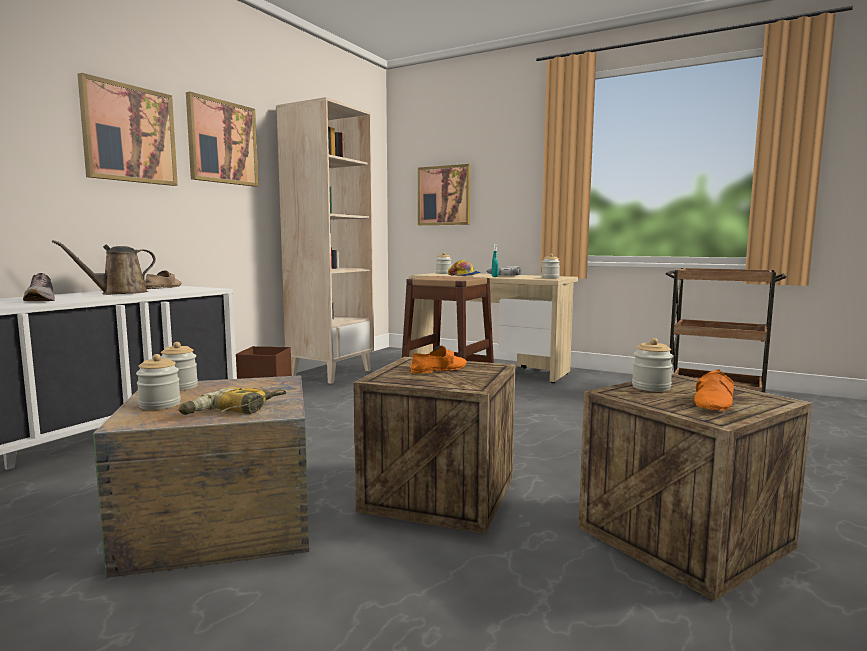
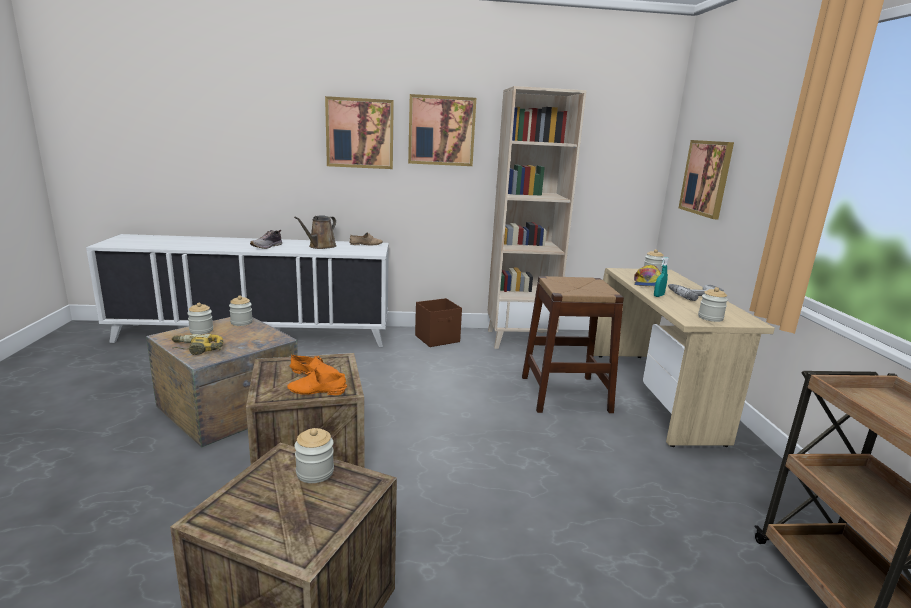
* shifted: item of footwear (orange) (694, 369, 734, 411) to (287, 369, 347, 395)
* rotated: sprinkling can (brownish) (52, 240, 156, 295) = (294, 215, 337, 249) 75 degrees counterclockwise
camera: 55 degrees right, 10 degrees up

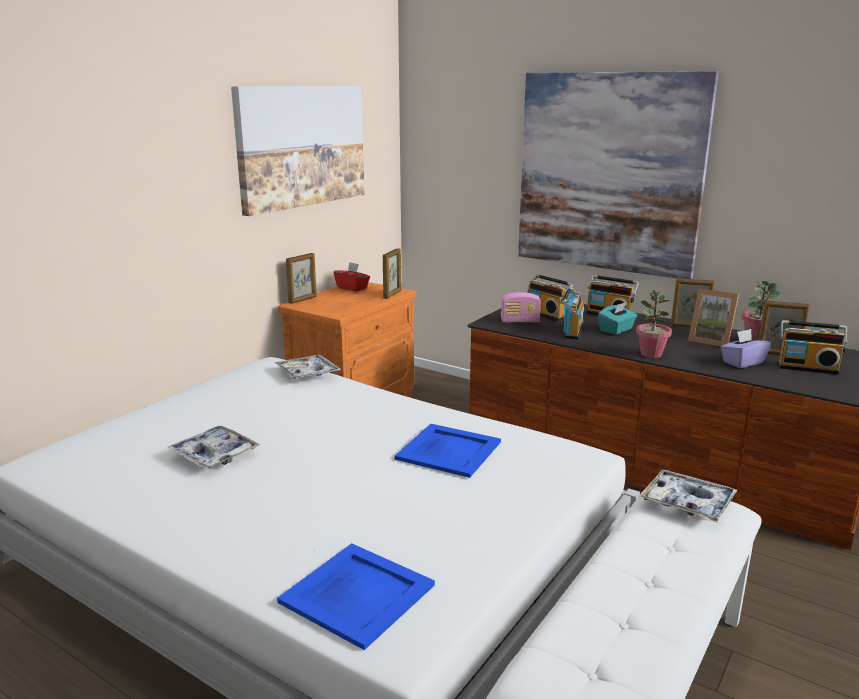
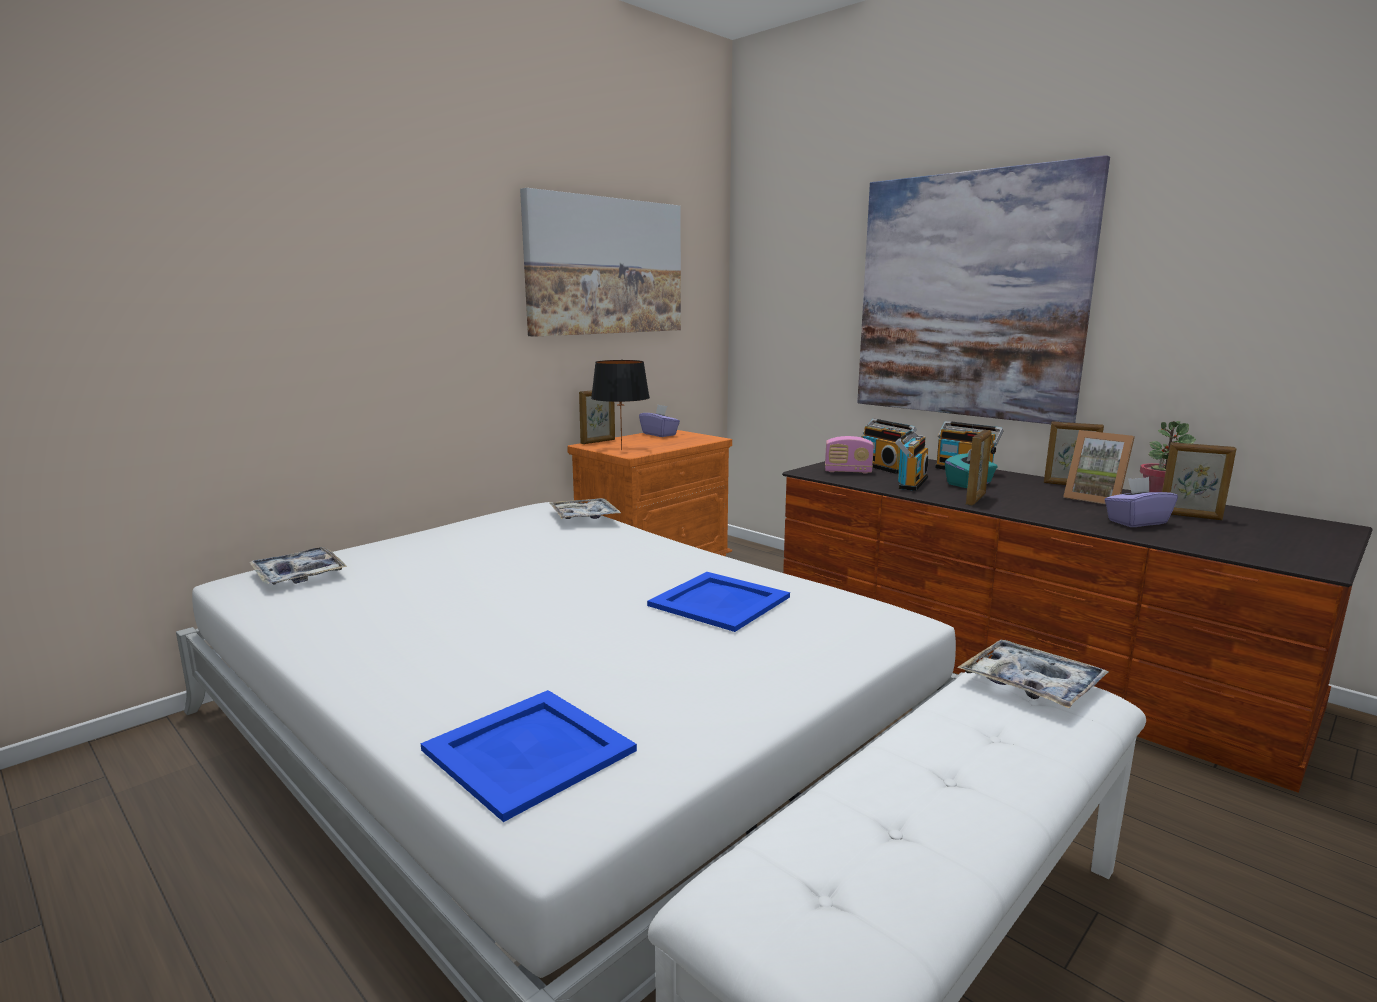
* gone: potted plant (636, 290, 672, 358)
* gone: radio receiver (778, 320, 848, 375)
* new: lamp for a table (black) (591, 360, 650, 450)
* shifted: serving tray (168, 426, 260, 469) to (249, 547, 347, 585)
* shifted: standing frame (383, 248, 401, 299) to (966, 430, 992, 505)
* repainted: tissue box (red) (334, 262, 370, 292) to tissue box (purplish) (639, 405, 680, 437)
camera: 10 degrees right, 5 degrees down

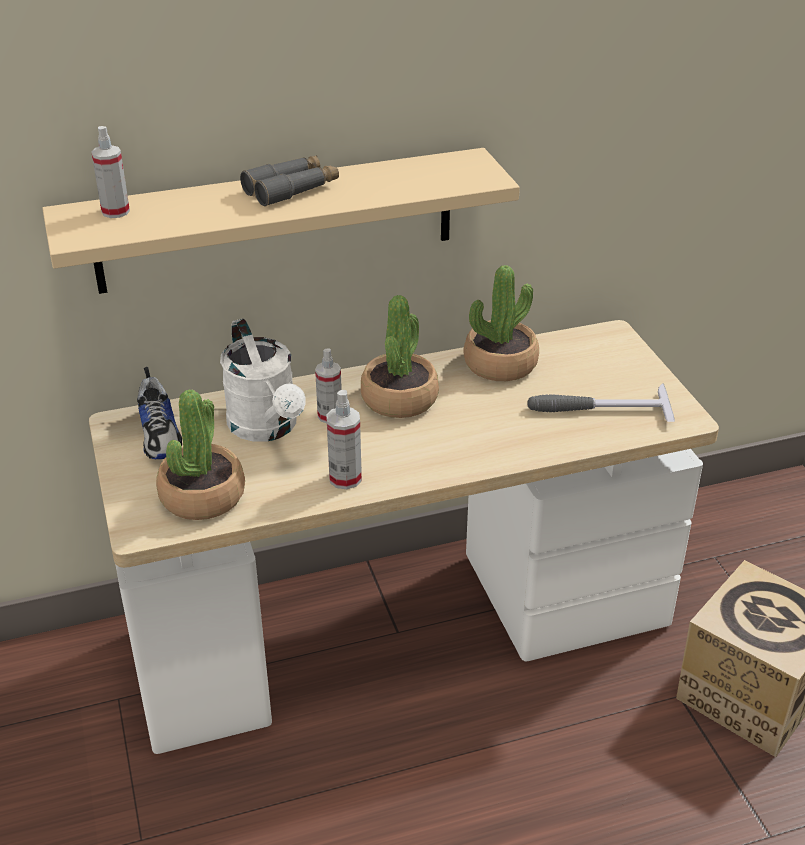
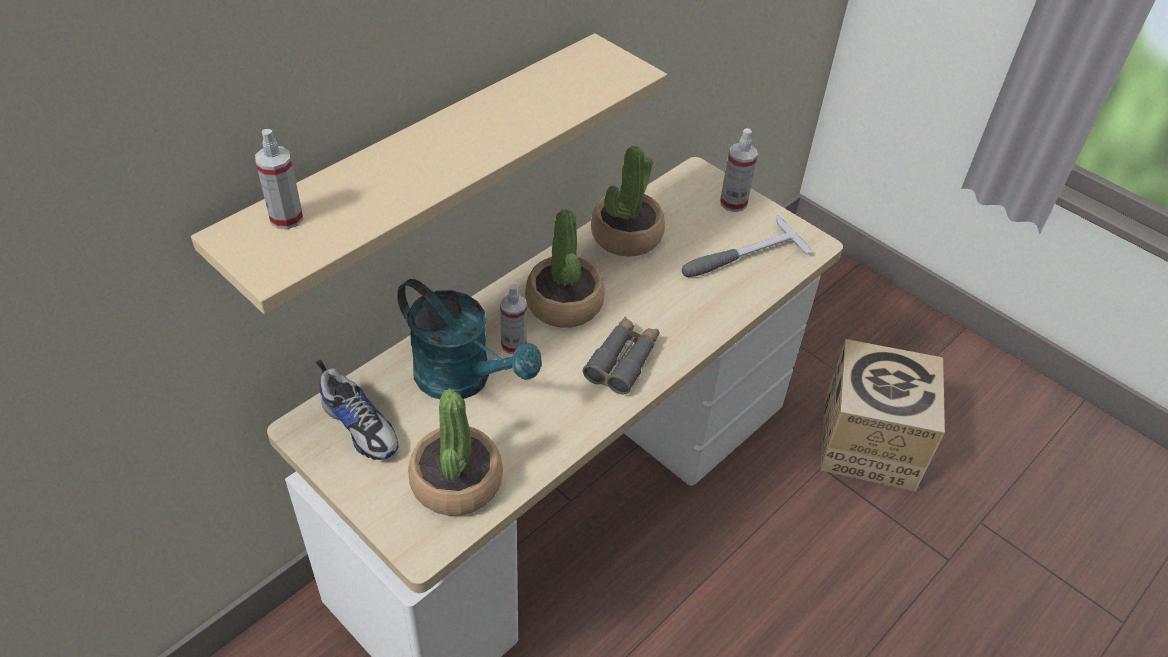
* shifted: binoculars (grey) (240, 155, 339, 207) to (583, 317, 659, 395)
* shifted: sprayer (326, 390, 362, 489) to (720, 128, 758, 212)
* repainted: sprinkling can (white) (220, 319, 306, 442) to sprinkling can (turquoise-coloured) (397, 279, 542, 399)
camera: 30 degrees left, 10 degrees up

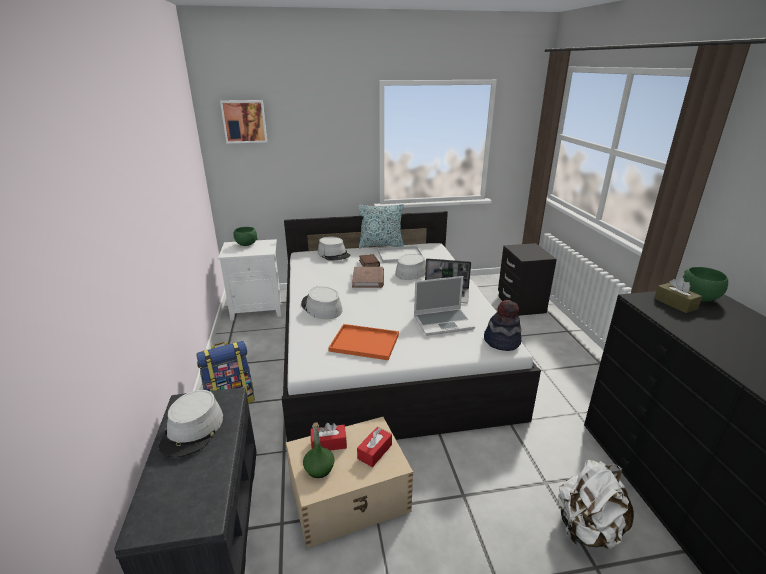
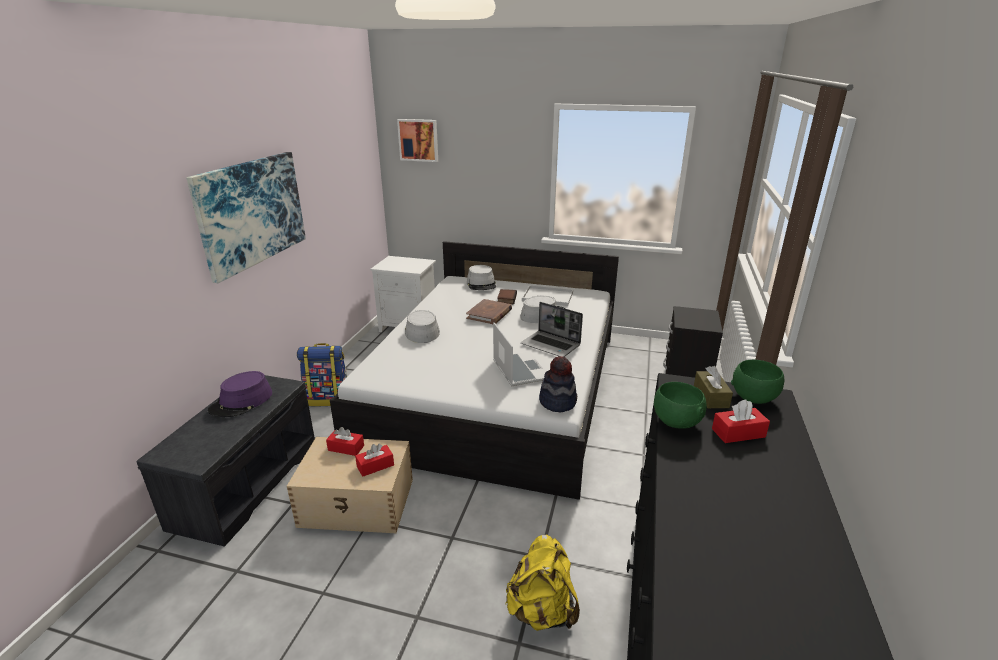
* gone: beverage bottle (green) (303, 422, 334, 478)
* gone: serving tray (orange) (328, 324, 399, 360)
* gone: cushion (358, 204, 404, 248)
* new: wall art (186, 152, 306, 283)
* new: tissue box (red) (712, 400, 770, 443)
* shifted: deep dish (green) (234, 227, 258, 246) to (654, 382, 707, 429)
* repainted: wearable hat (grey) (159, 390, 223, 457) to wearable hat (purplish) (208, 371, 272, 417)
* repainted: knapsack (white) (558, 460, 634, 549) to knapsack (yellow-coloured) (505, 535, 580, 631)
* rotated: laptop (414, 276, 475, 336) = (493, 322, 547, 386) 120 degrees counterclockwise
camera: 25 degrees right, 0 degrees up

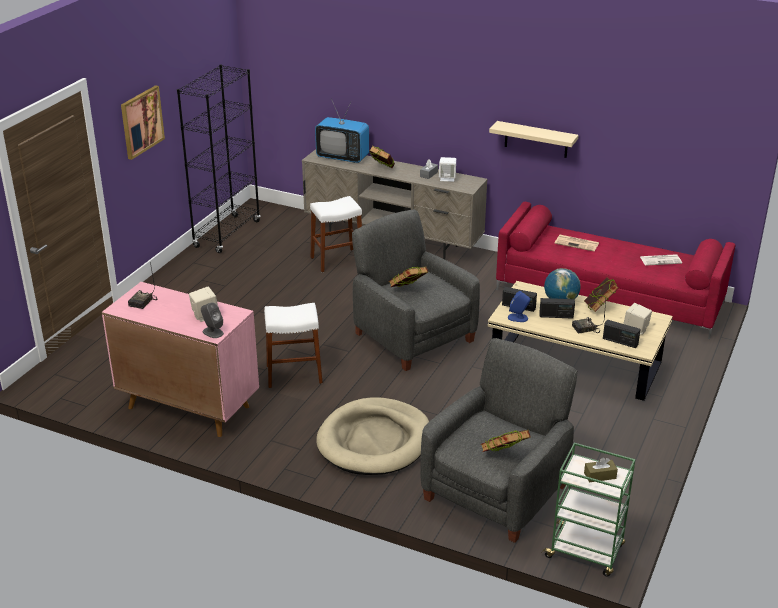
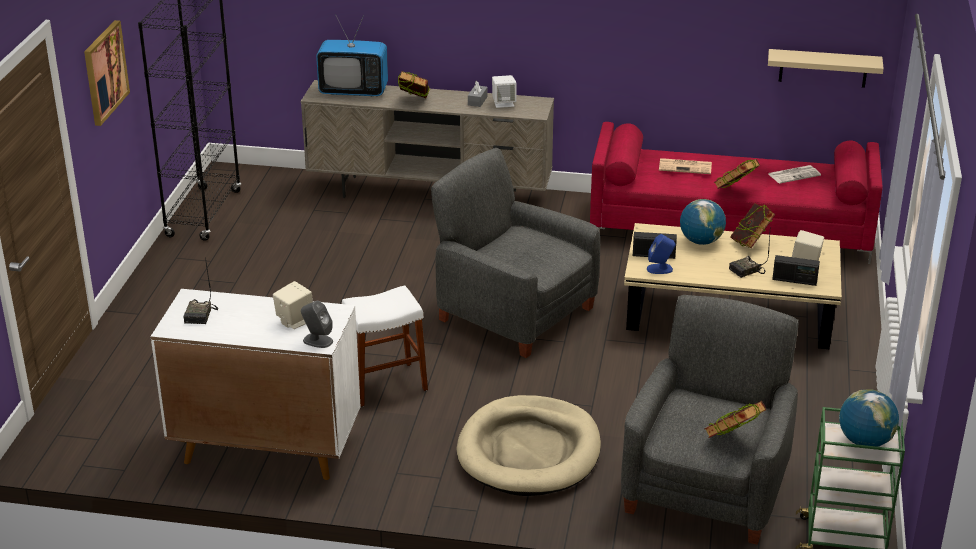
* gone: stool (white) (310, 196, 362, 272)
* gone: radio receiver (539, 298, 575, 319)
* shifted: book (389, 267, 428, 287) to (714, 159, 760, 189)
* shifted: shelf (sand-coloured) (489, 121, 578, 158) to (768, 49, 884, 88)
* swapped: tissue box (brownish) (584, 457, 618, 482) to globe (839, 389, 899, 447)
* repainted: cabinet (pinkish) (102, 282, 259, 437) to cabinet (white) (151, 289, 361, 480)
camera: 15 degrees left, 0 degrees up

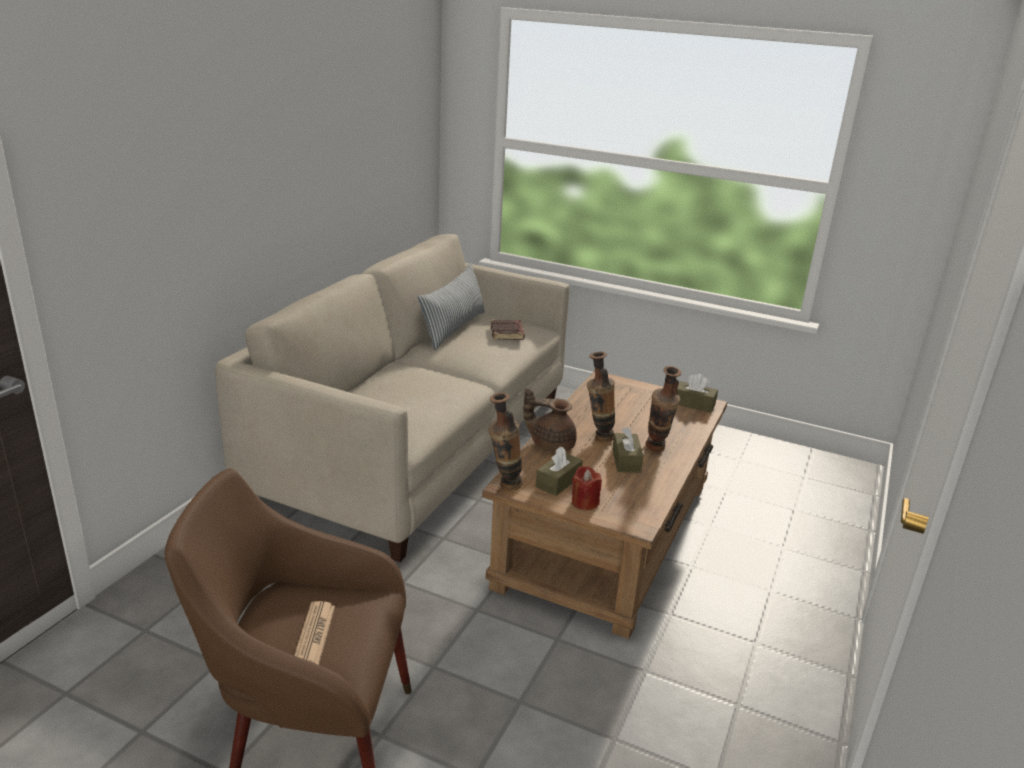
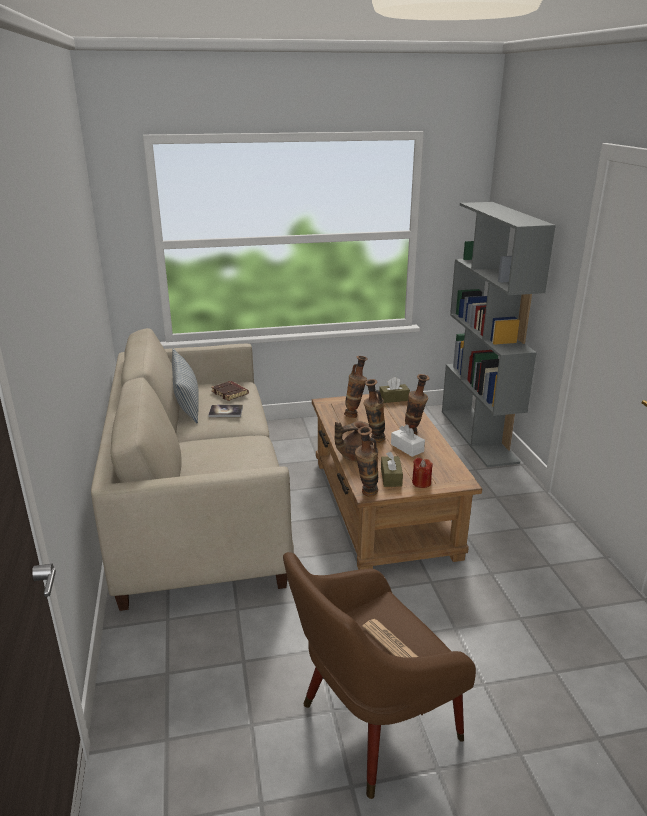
* new: book (208, 405, 243, 417)
* new: vase (344, 356, 368, 418)
* new: bookshelf (grey) (442, 202, 556, 467)
* repainted: tissue box (brownish) (612, 427, 643, 473) to tissue box (white) (391, 424, 425, 457)
camera: 35 degrees left, 0 degrees up

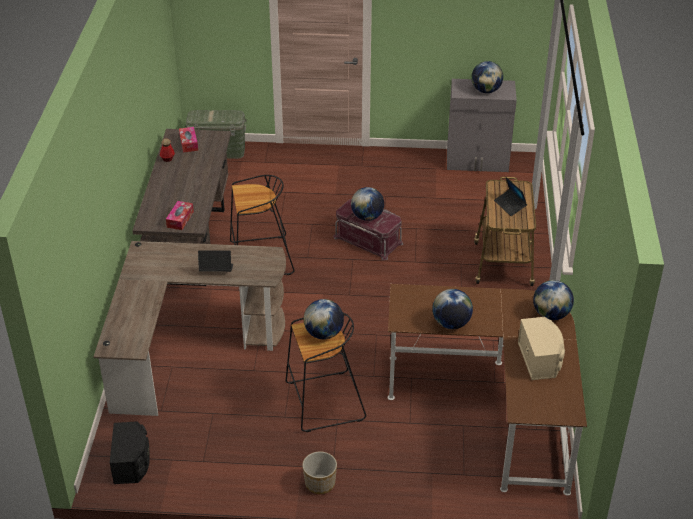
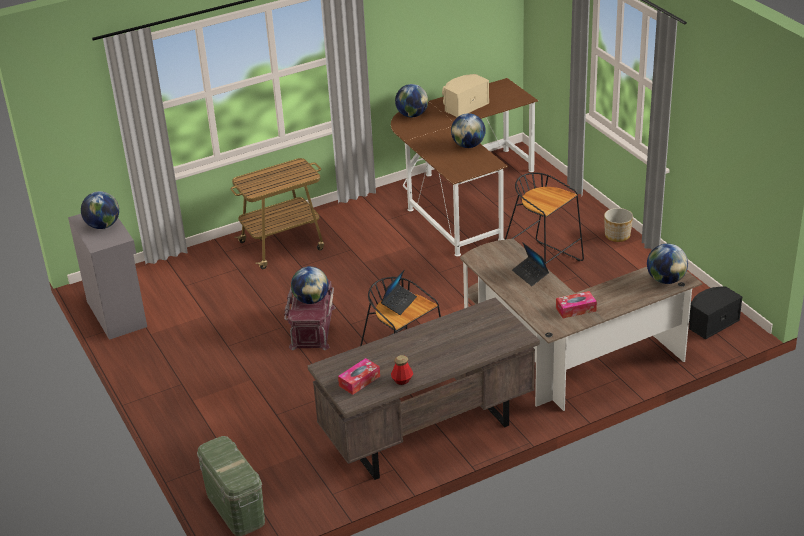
* shifted: tissue box (166, 201, 194, 230) to (556, 291, 597, 318)
* shifted: globe (304, 299, 344, 339) to (647, 244, 688, 284)
* shifted: laptop (494, 177, 527, 216) to (381, 270, 417, 315)
camera: 120 degrees left, 5 degrees down

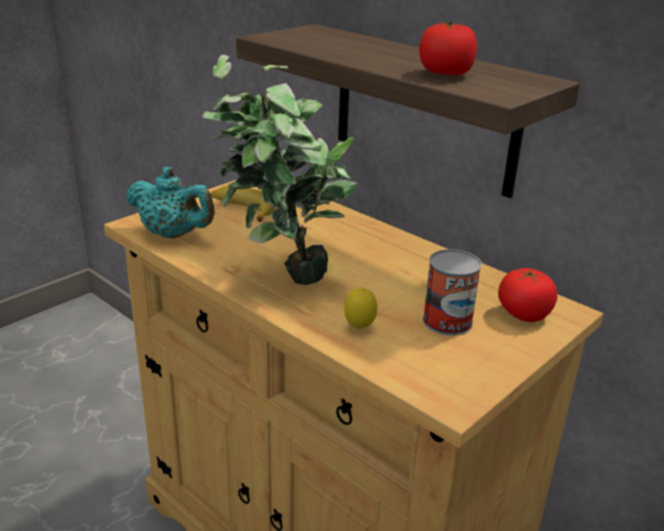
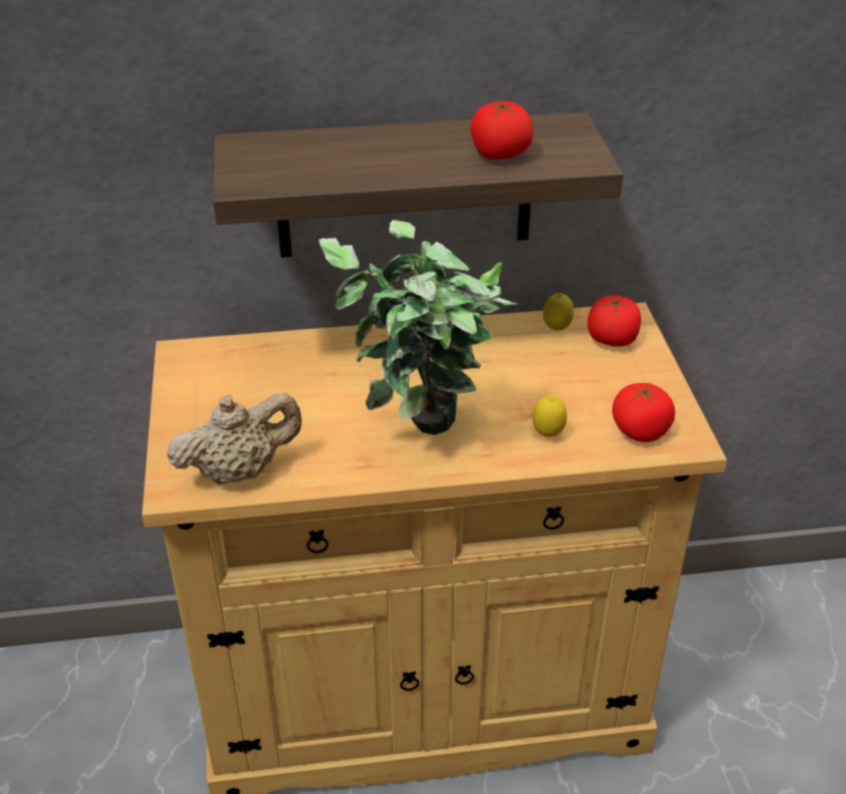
* gone: banana (211, 186, 275, 222)
* gone: can (423, 249, 482, 336)
* new: whole lemon (543, 293, 574, 331)
* new: fresh tomato (612, 383, 675, 442)
* repainted: tea pot (turquoise-coloured) (126, 167, 215, 239) to tea pot (sand-coloured) (166, 393, 302, 485)
camera: 50 degrees left, 10 degrees up

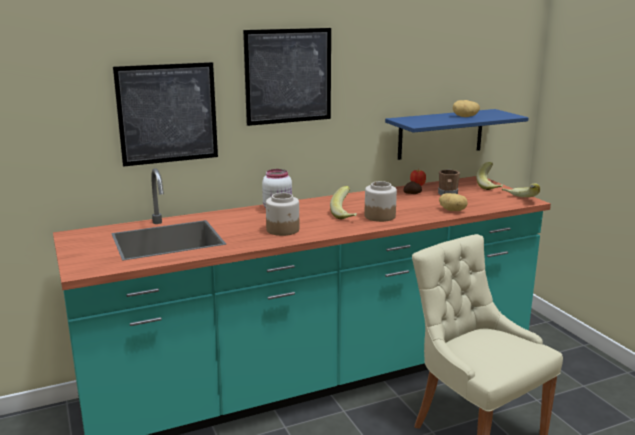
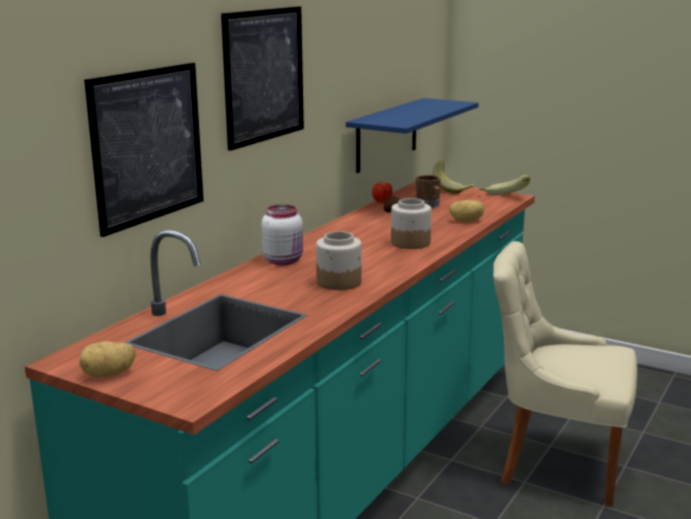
* gone: banana (330, 186, 357, 220)
* shifted: whole potato (453, 100, 480, 117) to (80, 341, 136, 378)
camera: 35 degrees left, 0 degrees up

